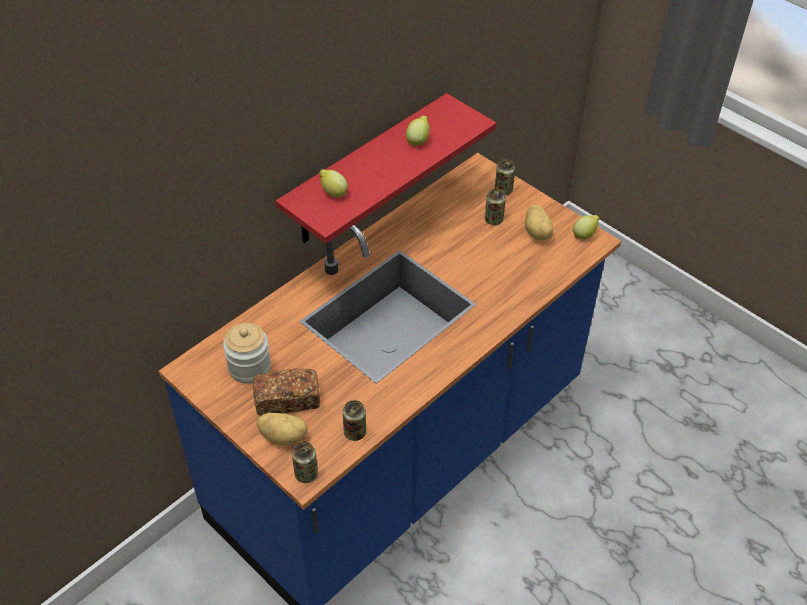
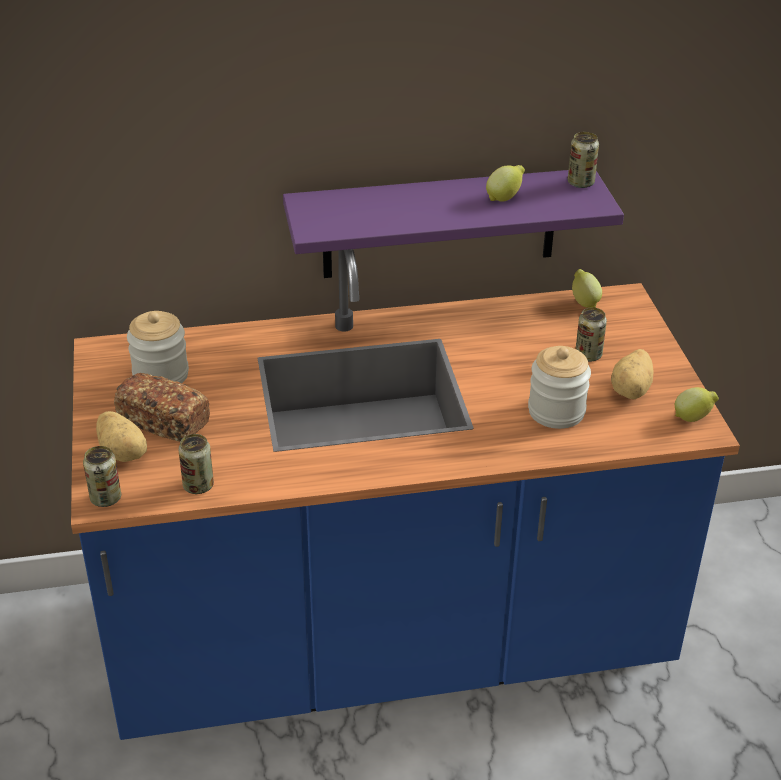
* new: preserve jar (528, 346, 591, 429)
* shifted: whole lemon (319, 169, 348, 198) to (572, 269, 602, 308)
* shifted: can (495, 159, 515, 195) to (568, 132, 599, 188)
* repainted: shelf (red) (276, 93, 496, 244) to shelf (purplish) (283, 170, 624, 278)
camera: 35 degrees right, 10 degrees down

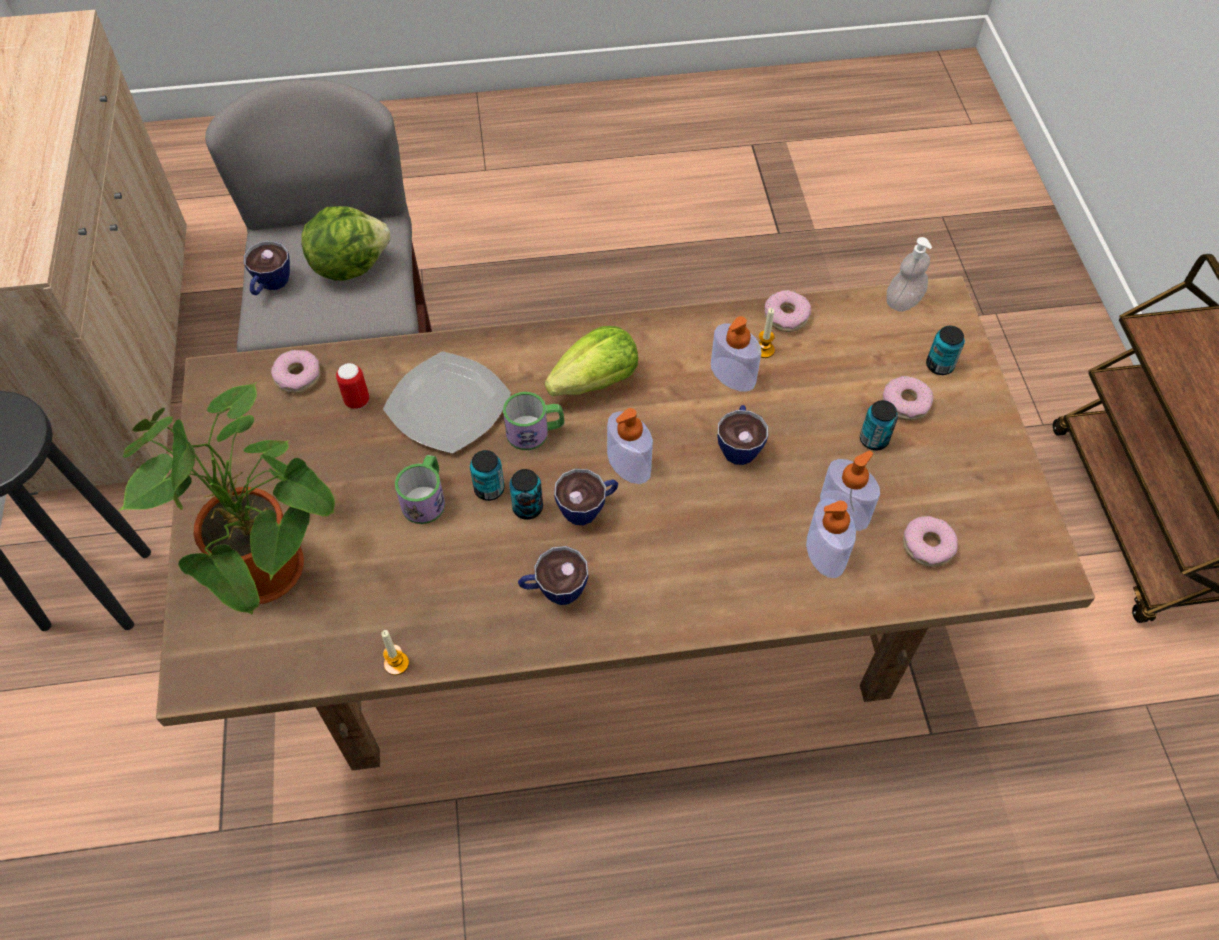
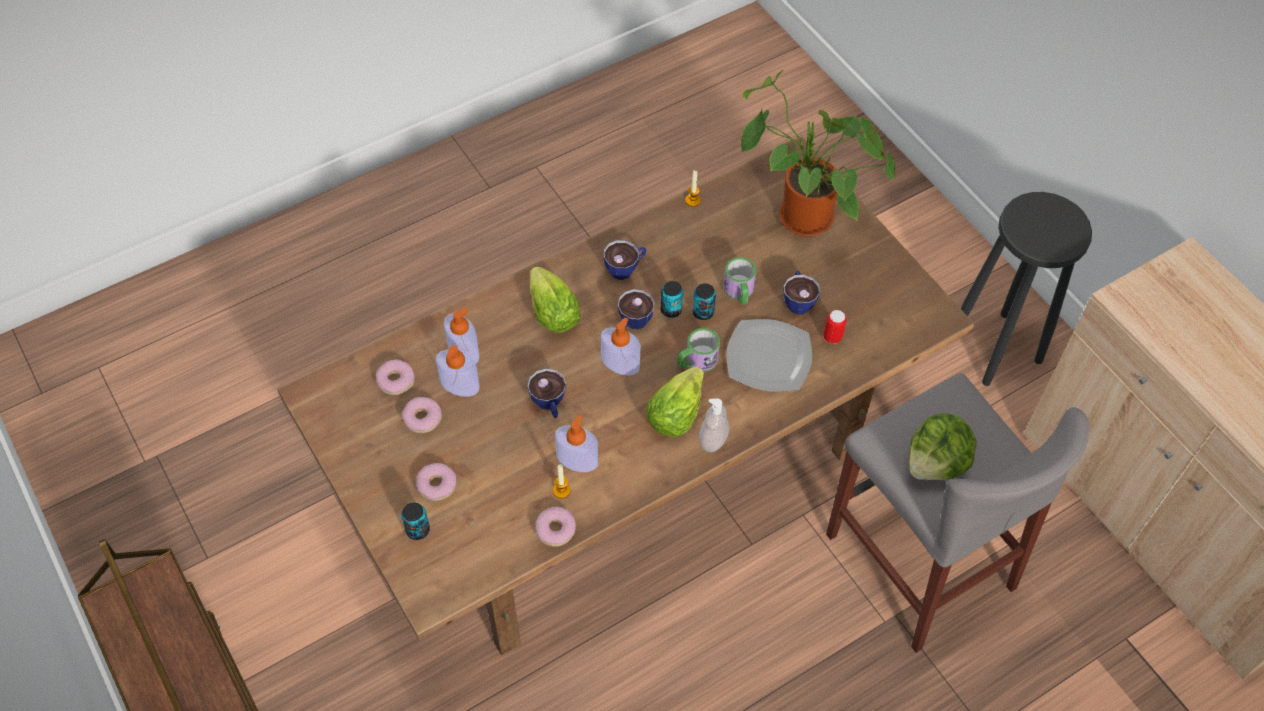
* gone: can (860, 400, 898, 451)
* new: lettuce (530, 267, 580, 333)
* shifted: drinking cup (244, 241, 290, 295) to (783, 271, 820, 314)
* shifted: doughnut (271, 350, 321, 393) to (402, 397, 442, 433)
* shifted: soap bottle (887, 237, 932, 312) to (699, 398, 729, 452)
camera: 155 degrees right, 0 degrees up

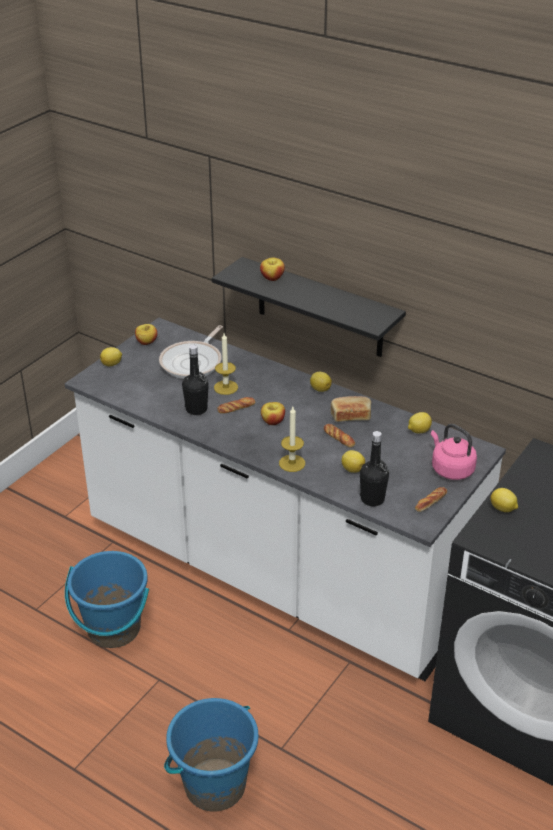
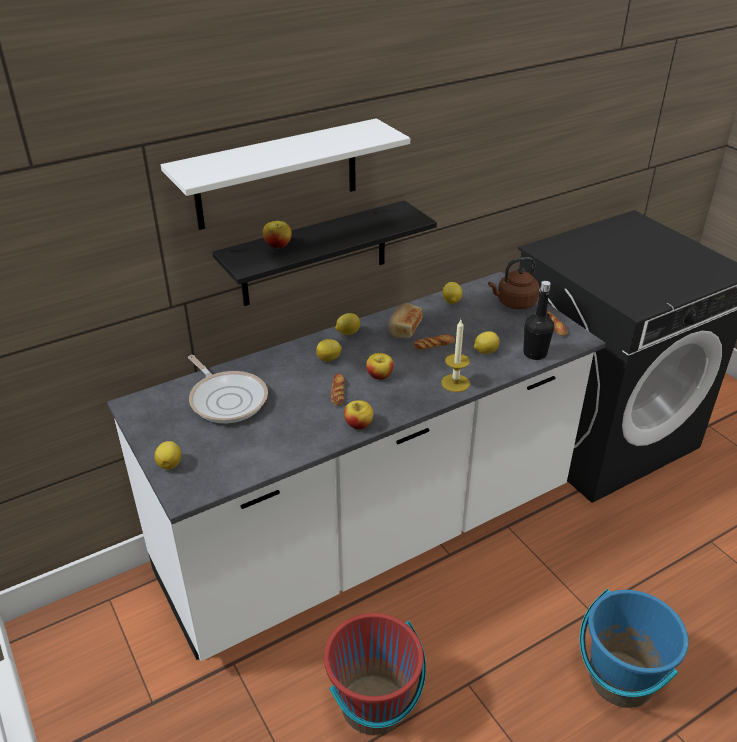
* gone: beverage bottle (black) (182, 345, 209, 415)
* gone: wax candle (214, 333, 238, 395)
* new: shelf (white) (161, 118, 410, 230)
* shifted: apple (135, 324, 157, 345) to (344, 400, 374, 430)
* shifted: whole lemon (490, 488, 518, 512) to (316, 339, 342, 361)
* repainted: pail (blue) (65, 551, 149, 648) to pail (red) (324, 613, 426, 735)
* repainted: water kettle (pinkish) (431, 424, 477, 480) to water kettle (brownish) (488, 257, 540, 309)
camera: 65 degrees left, 0 degrees up

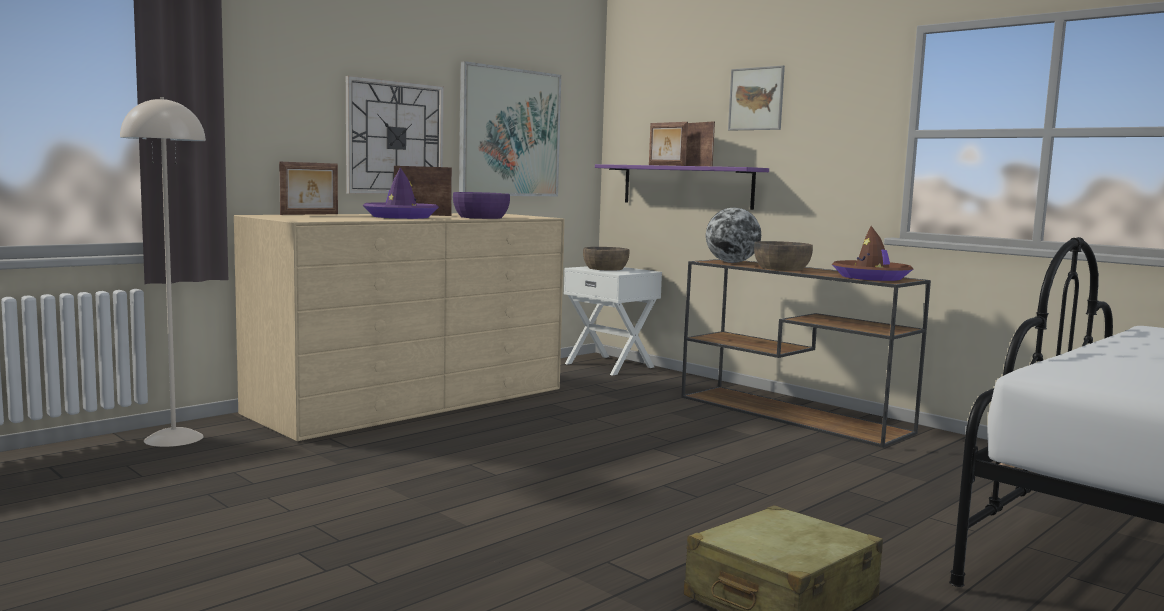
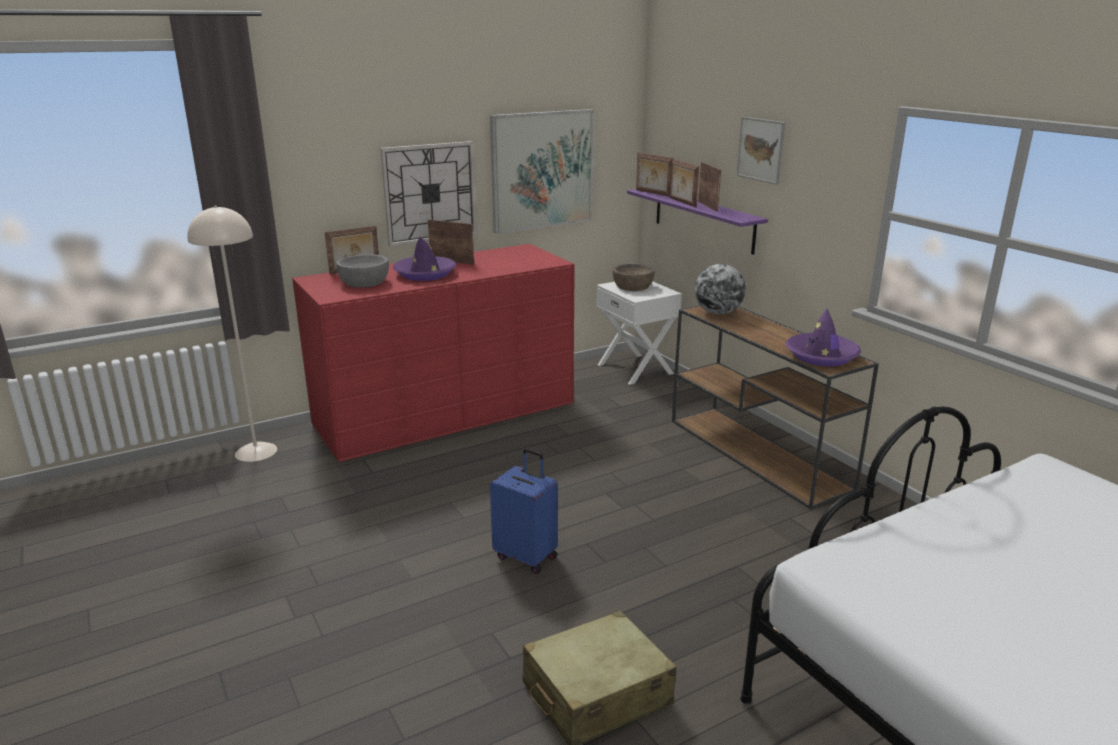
* gone: deep dish (purplish) (453, 192, 510, 219)
* gone: deep dish (brownish) (754, 241, 813, 271)
* new: deep dish (grey) (336, 254, 389, 288)
* new: piece of luggage (blue) (490, 448, 558, 574)
* new: standing frame (636, 153, 674, 197)
* repainted: chest of drawers (sand-coloured) (234, 213, 565, 441) to chest of drawers (red) (292, 244, 575, 462)
* repainted: wearable hat (brownish) (832, 226, 913, 281) to wearable hat (purplish) (786, 309, 861, 366)
camera: 15 degrees right, 15 degrees up

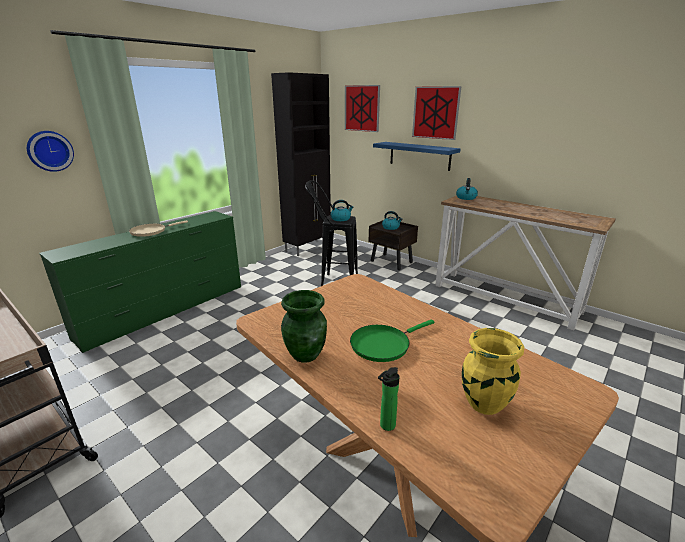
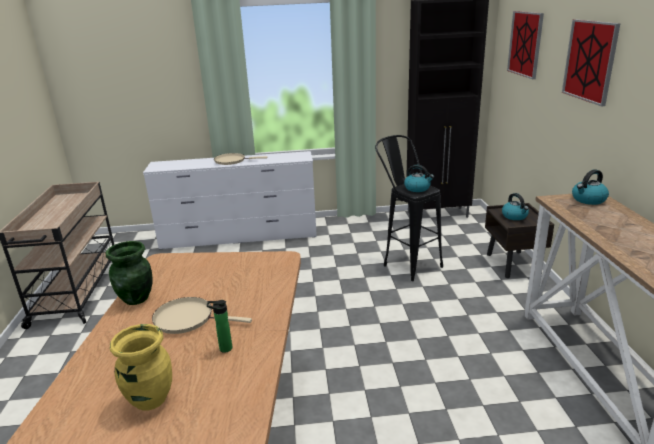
* gone: hanging clock (27, 131, 74, 172)
* gone: shelf (blue) (373, 142, 461, 171)
* shifted: beverage bottle (378, 367, 400, 431) to (207, 300, 232, 353)
* repainted: chest of drawers (green) (39, 211, 241, 353) to chest of drawers (white) (143, 151, 317, 249)
* repainted: skillet (green) (350, 320, 434, 362) to skillet (sand-coloured) (152, 297, 252, 334)
camera: 45 degrees right, 0 degrees up

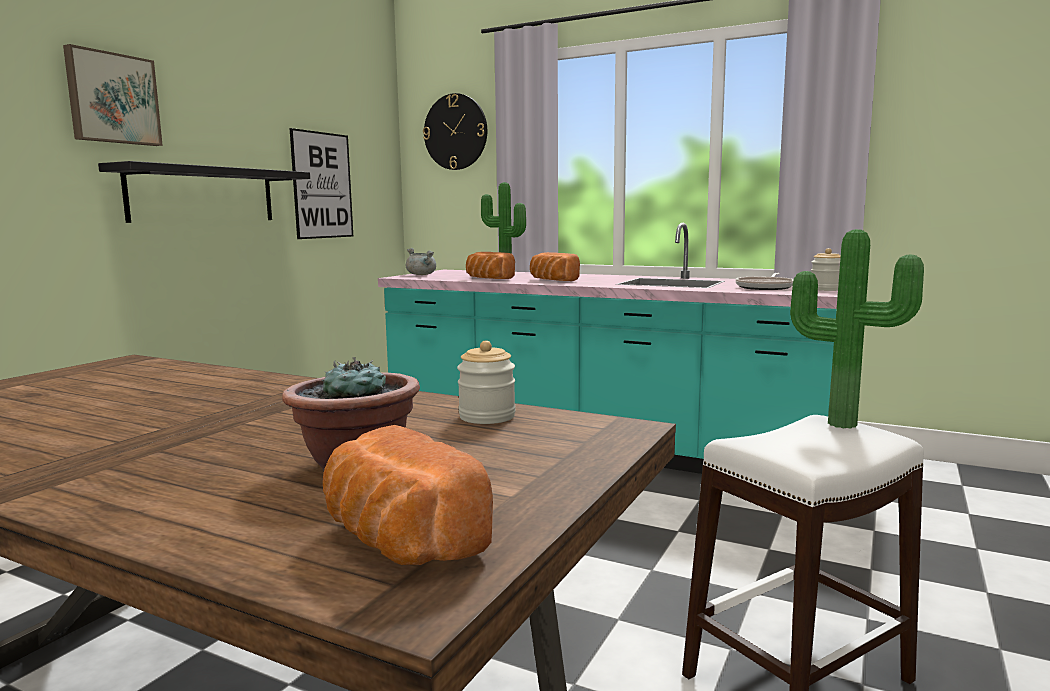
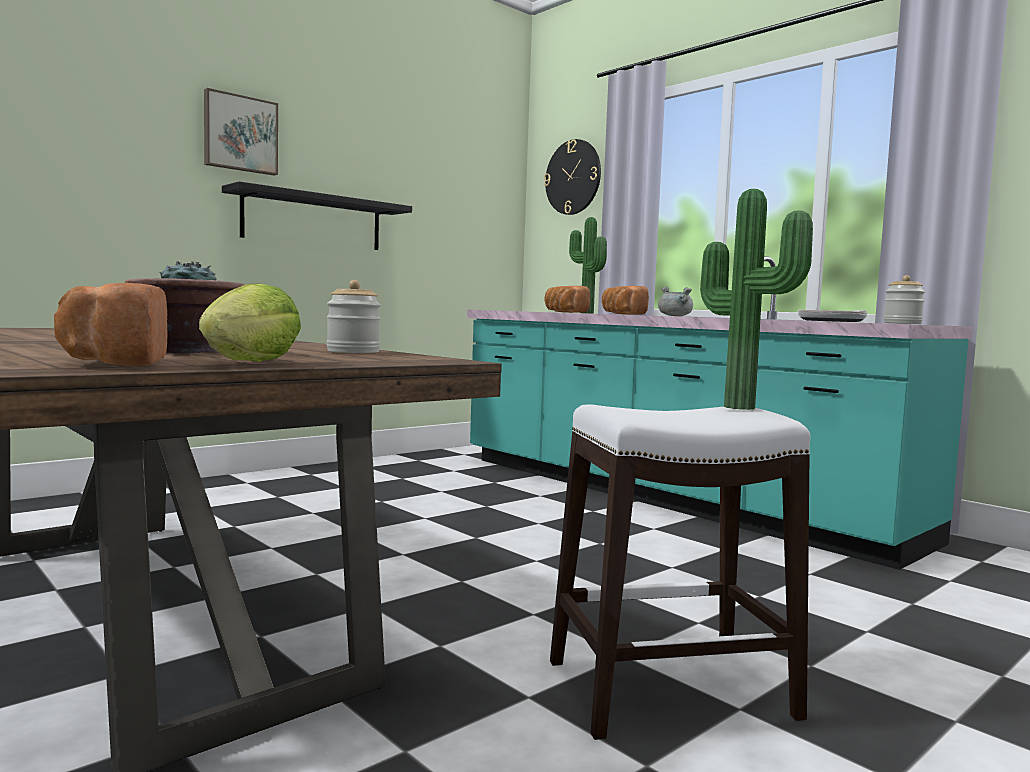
* gone: wall art (289, 128, 353, 239)
* new: lettuce (199, 283, 301, 362)
* shifted: saucepot (grey) (406, 248, 436, 275) to (658, 286, 693, 316)
camera: 20 degrees right, 5 degrees down

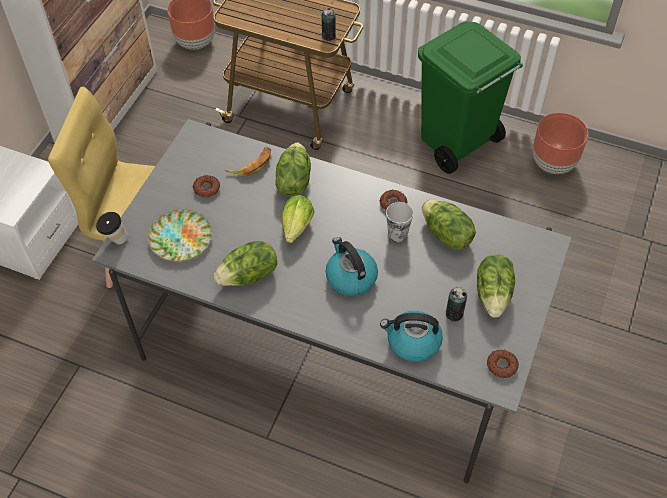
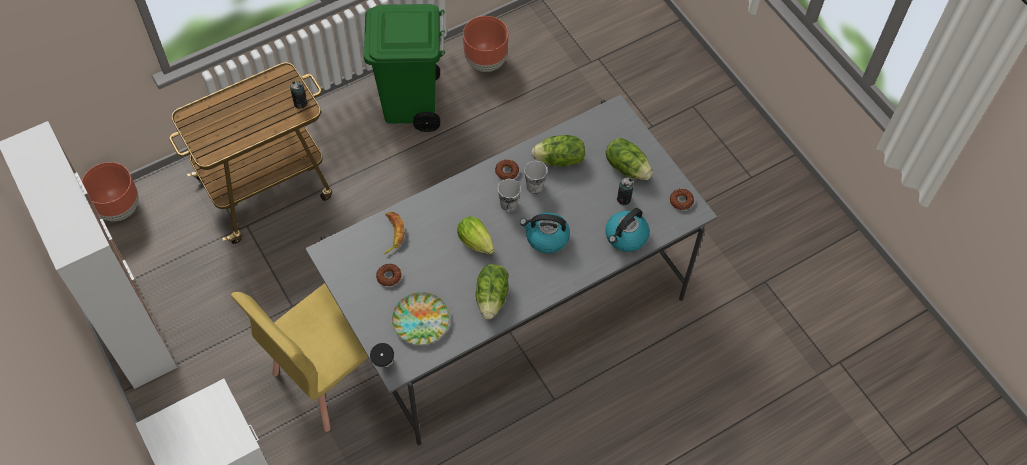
* gone: lettuce (275, 143, 311, 196)
* new: drinking cup (498, 179, 521, 212)
camera: 55 degrees left, 5 degrees up

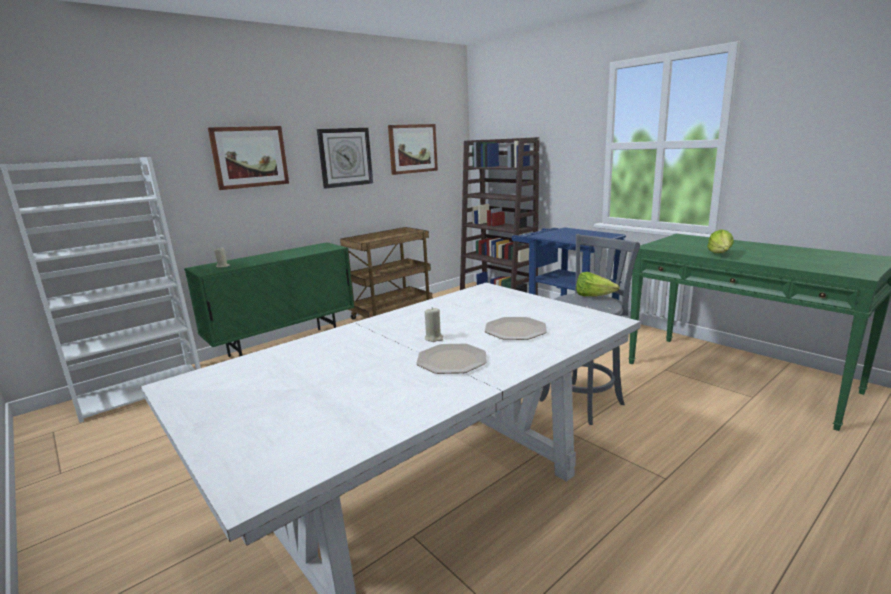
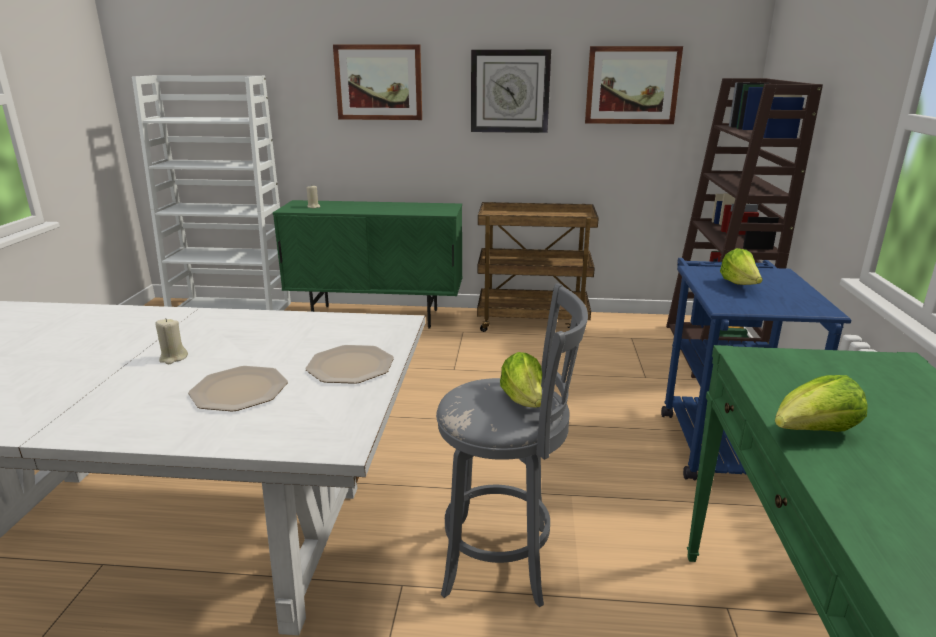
* new: lettuce (720, 248, 763, 285)
* shifted: flat dish (416, 343, 487, 374) to (305, 345, 394, 384)
camera: 45 degrees right, 5 degrees up

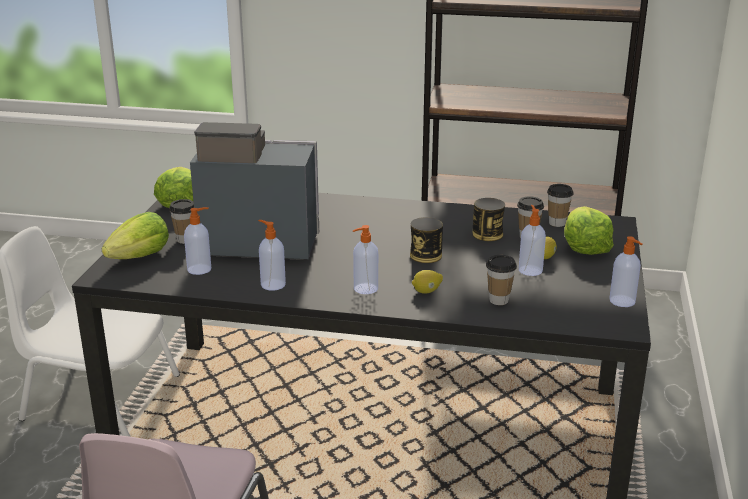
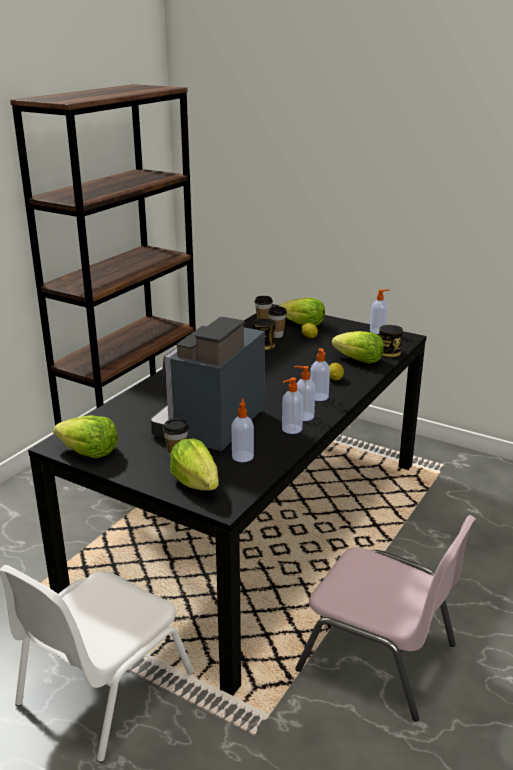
* shifted: can (410, 217, 443, 263) to (379, 325, 403, 357)
* shifted: soap bottle (519, 205, 546, 276) to (294, 366, 315, 421)
* swapped: drinking cup (486, 255, 517, 305) to lettuce (332, 331, 384, 364)
camera: 70 degrees left, 0 degrees up

